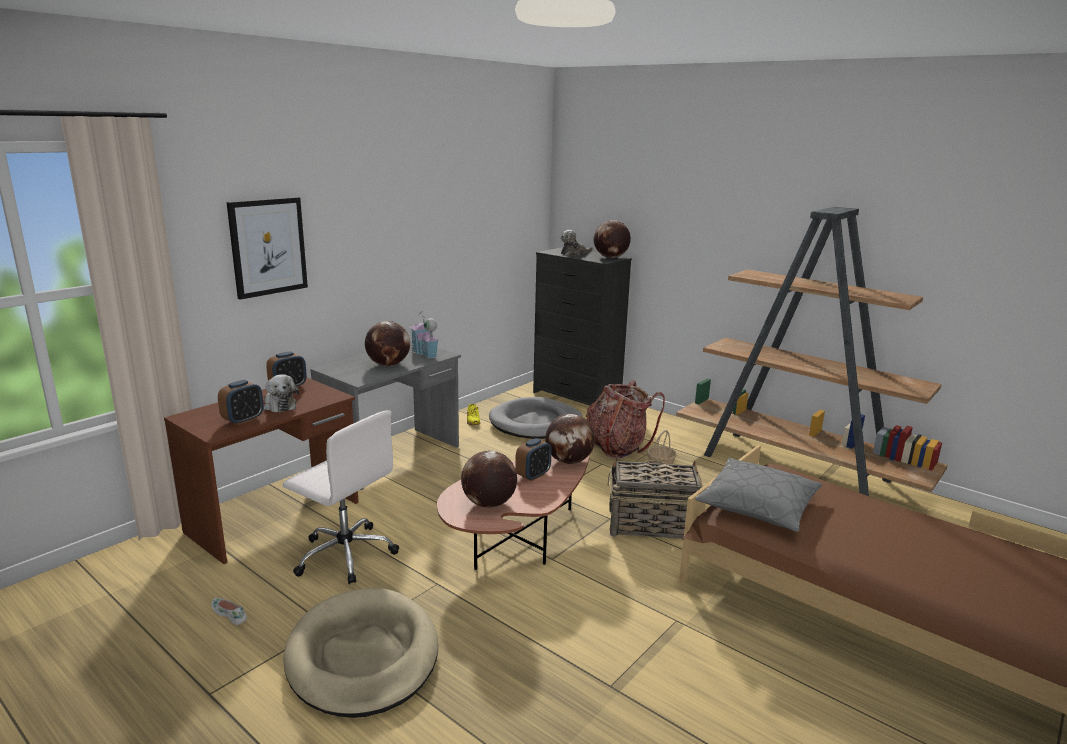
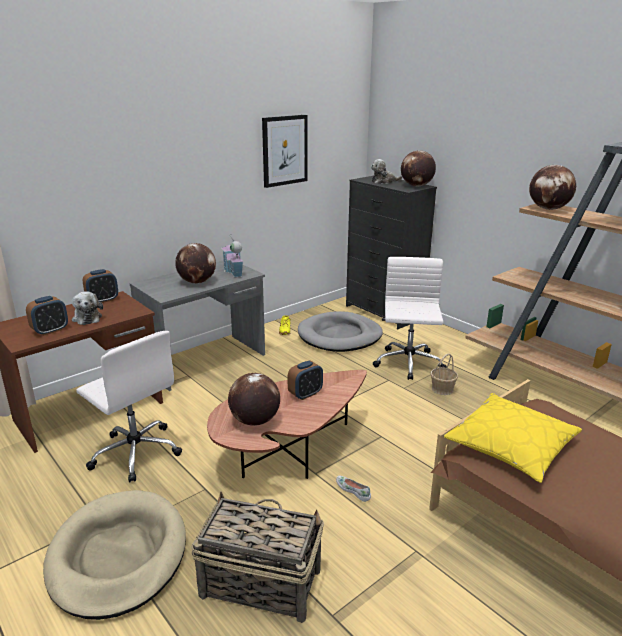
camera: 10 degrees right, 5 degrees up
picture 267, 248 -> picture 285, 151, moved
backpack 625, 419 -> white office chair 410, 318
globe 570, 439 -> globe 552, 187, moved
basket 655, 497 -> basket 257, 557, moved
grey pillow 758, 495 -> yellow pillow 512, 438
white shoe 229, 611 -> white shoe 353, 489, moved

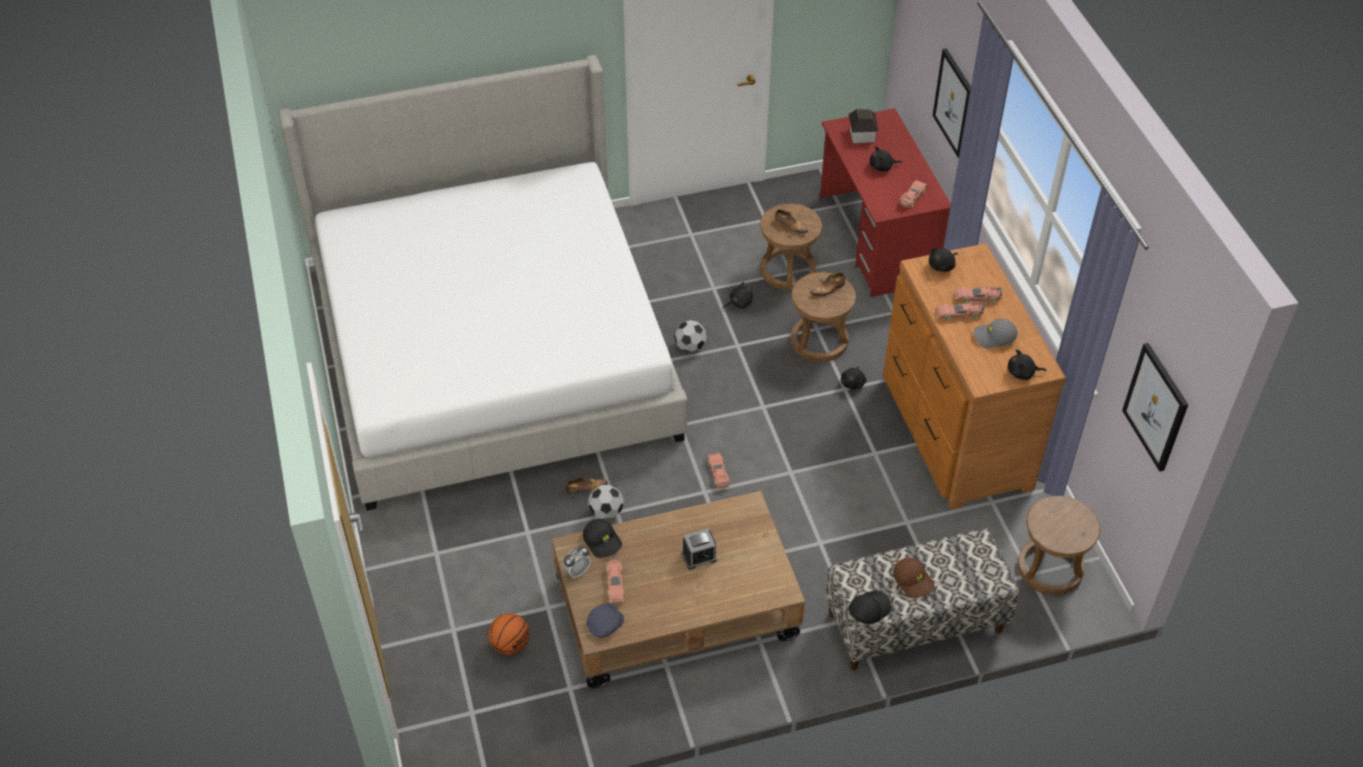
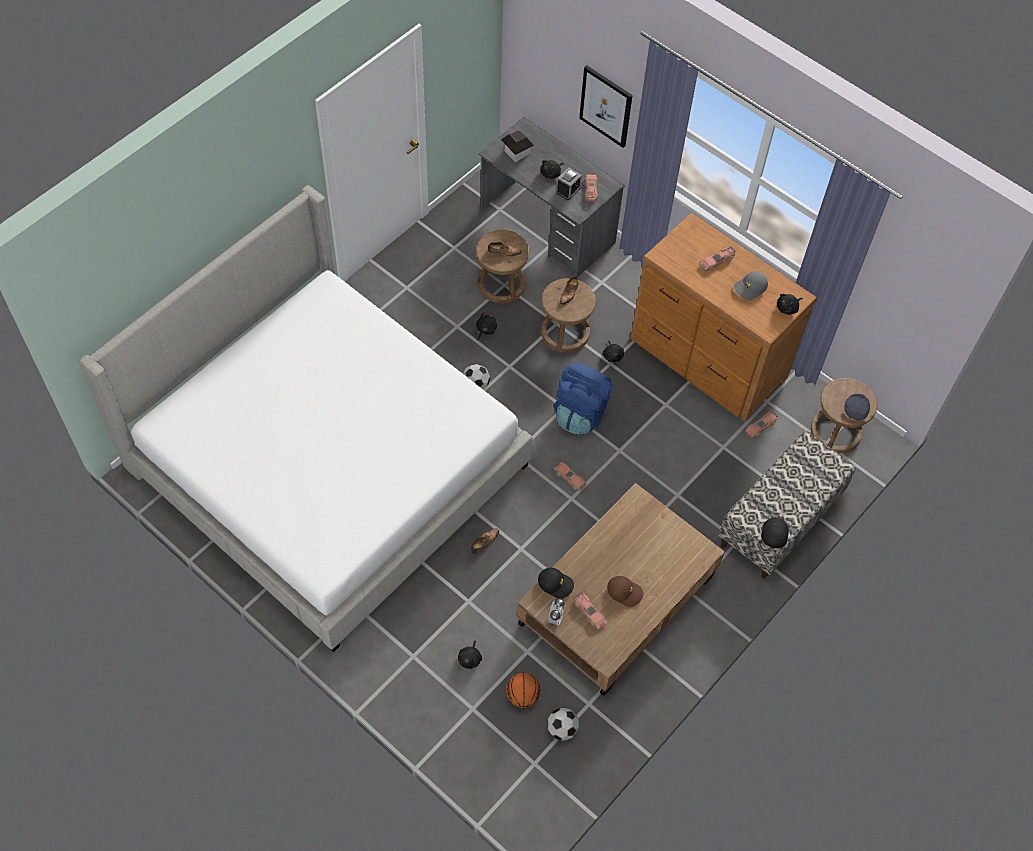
camera: 35 degrees left, 10 degrees up
red desk 885, 202 -> grey desk 551, 197
black plush toy 943, 260 -> black plush toy 470, 654, moved
toy car 960, 311 -> toy car 761, 424, moved
picture 1155, 407 -> none
football 606, 501 -> football 563, 724, moved
alarm clock 699, 548 -> alarm clock 569, 183, moved
brown cap 913, 578 -> brown cap 625, 591, moved
grey cap 605, 620 -> grey cap 857, 407, moved
none -> blue backpack 583, 399

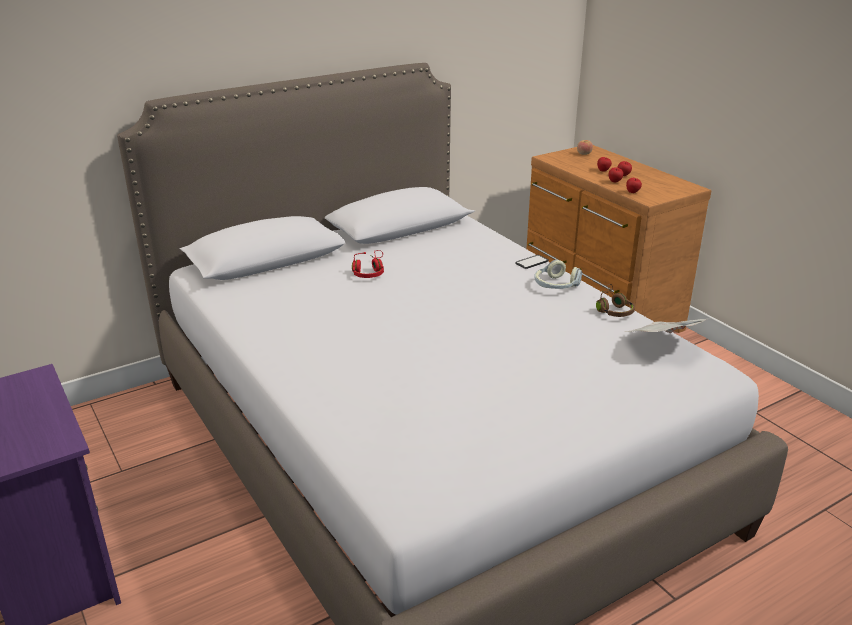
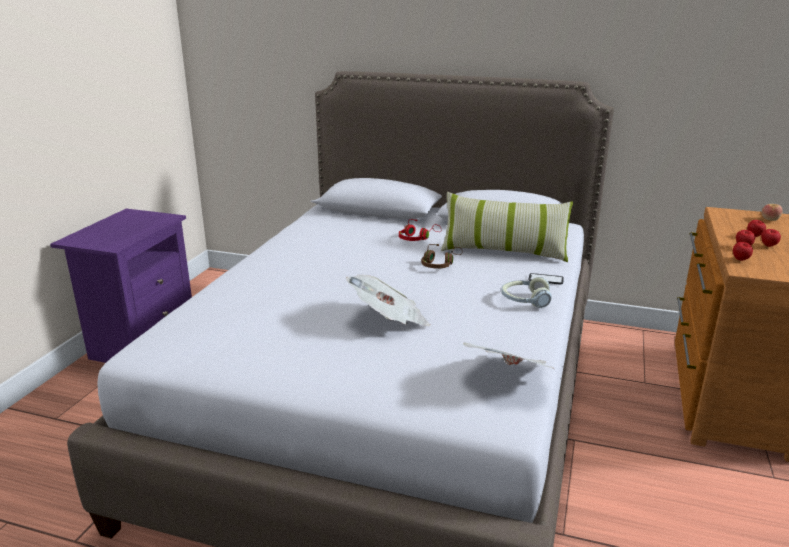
camera: 50 degrees right, 5 degrees down
brown headphones 615, 300 -> brown headphones 442, 256, moved
none -> pillow 507, 227
none -> newspaper 388, 300

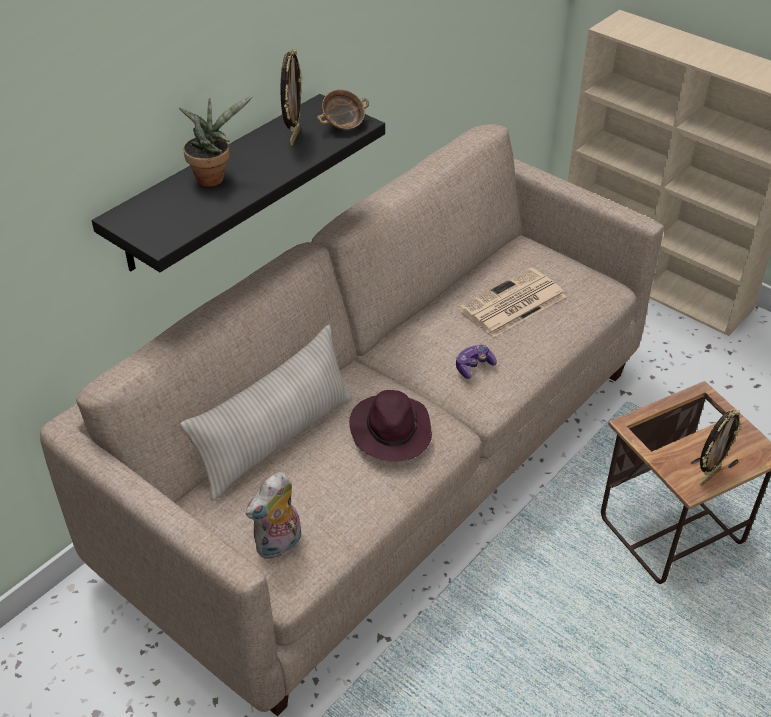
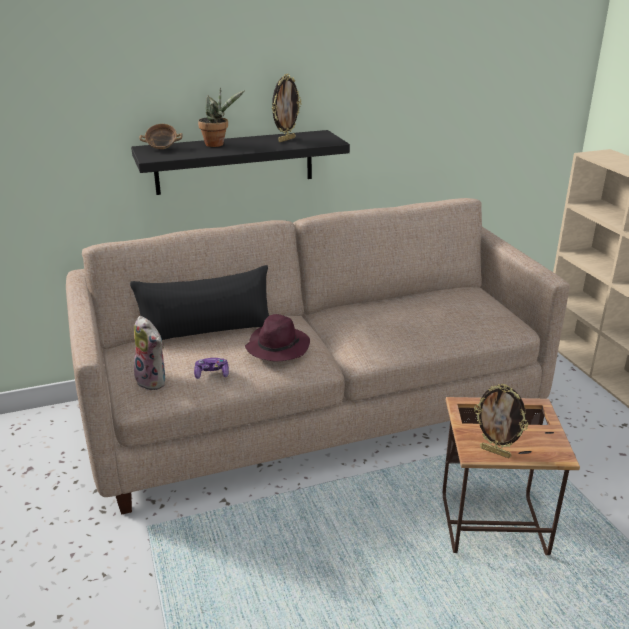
camera: 30 degrees right, 15 degrees down
bowl 343, 110 -> bowl 161, 136, moved
newspaper 512, 302 -> none
beige pillow 266, 413 -> black pillow 199, 302
game controller 476, 362 -> game controller 211, 368, moved
picture frame 720, 448 -> picture frame 501, 421, 45 degrees clockwise
plush toy 274, 516 -> plush toy 149, 353, 120 degrees counterclockwise

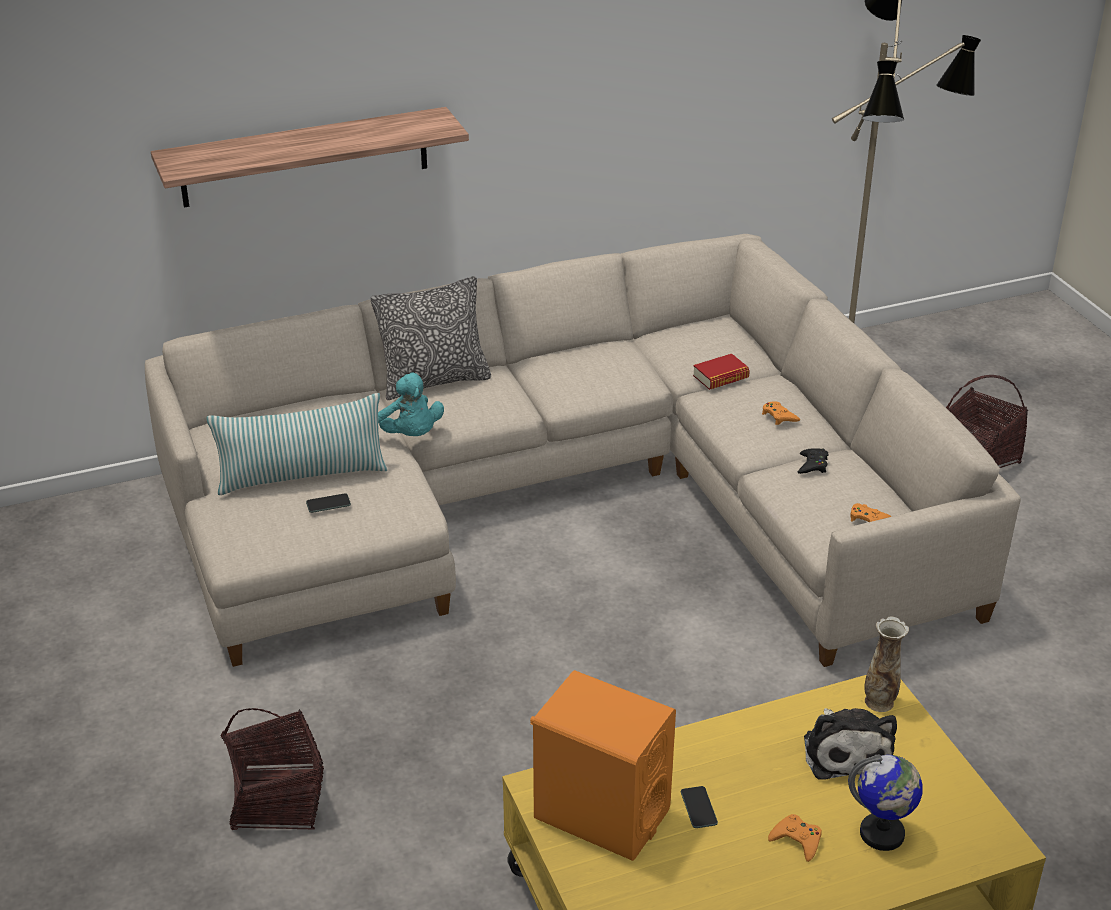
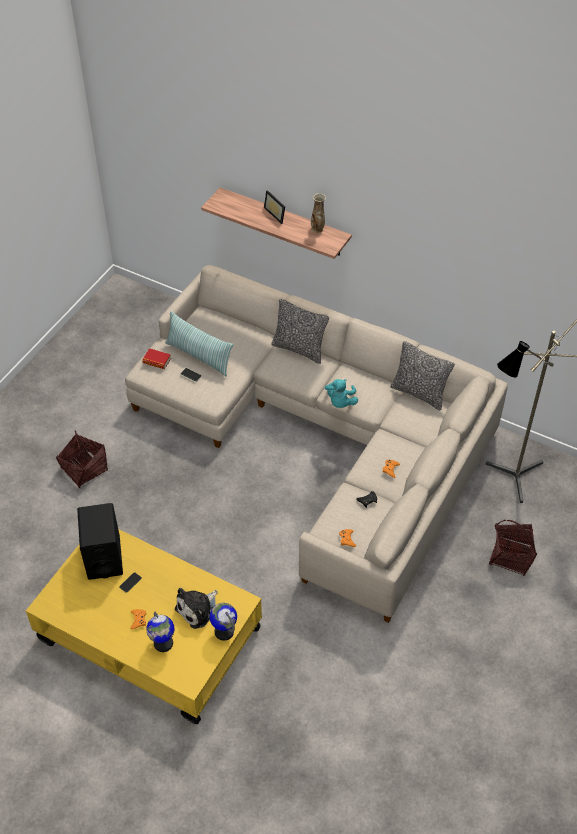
camera: 50 degrees right, 15 degrees up
book 721, 372 -> book 156, 358, moved
turquoise plush toy 411, 404 -> turquoise plush toy 341, 393, moved
vase 886, 664 -> vase 318, 213, moved
orange speaker 603, 765 -> black speaker 100, 541
none -> picture frame 274, 207
none -> pillow 422, 375
none -> globe 223, 622

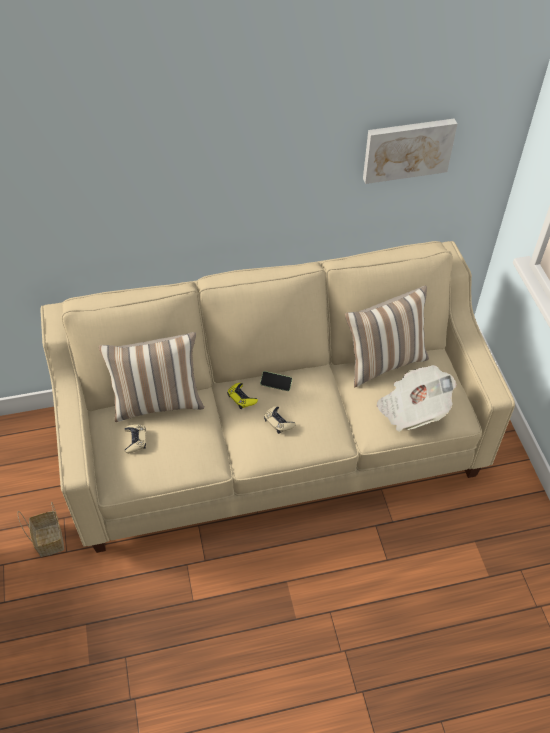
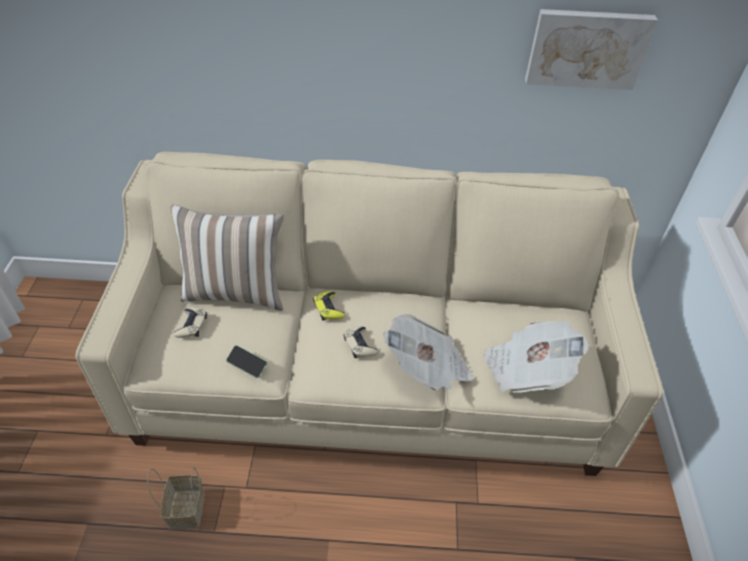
camera: 15 degrees right, 5 degrees down
pillow 387, 336 -> none
phone 276, 381 -> phone 247, 361, moved
basket 40, 529 -> basket 175, 498, moved
none -> newspaper 428, 352

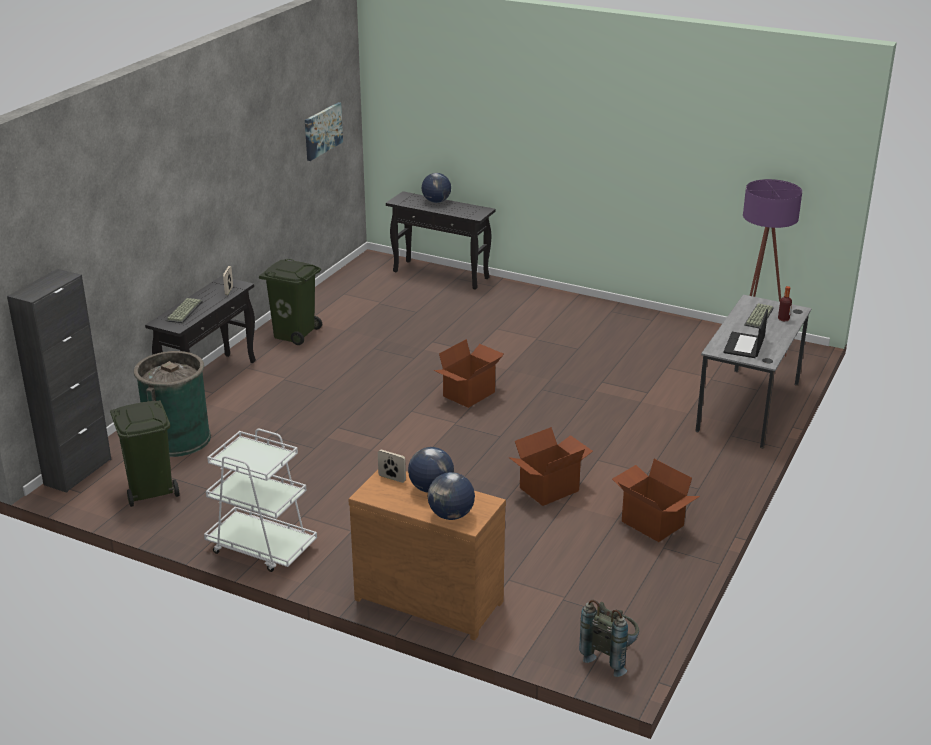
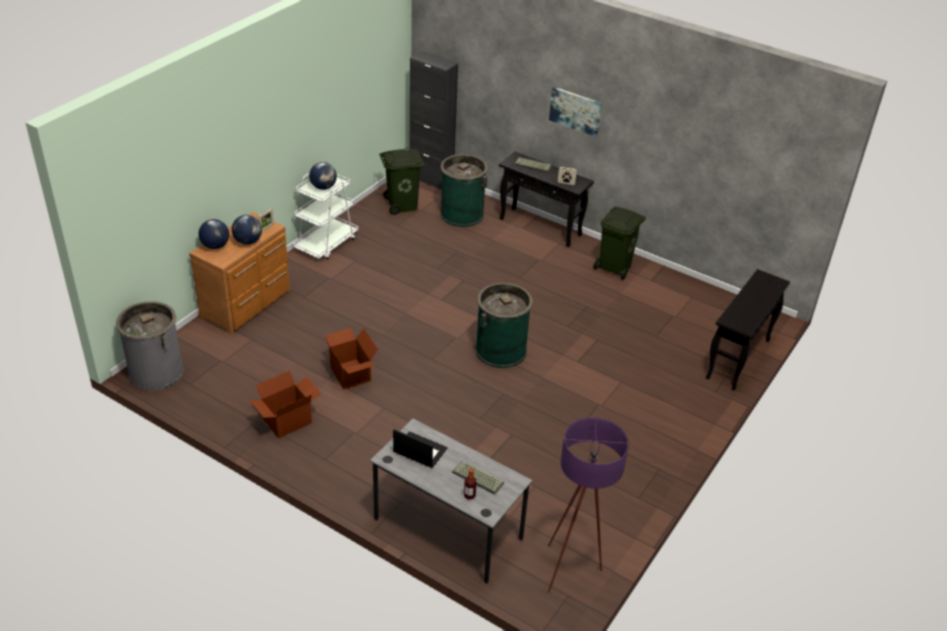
camera: 95 degrees right, 10 degrees up
picture 324, 131 -> picture 575, 112, moved
globe 436, 188 -> globe 323, 176, moved
cardboard box 468, 373 -> green trash can 504, 325
grey backpack 609, 638 -> grey trash can 150, 346

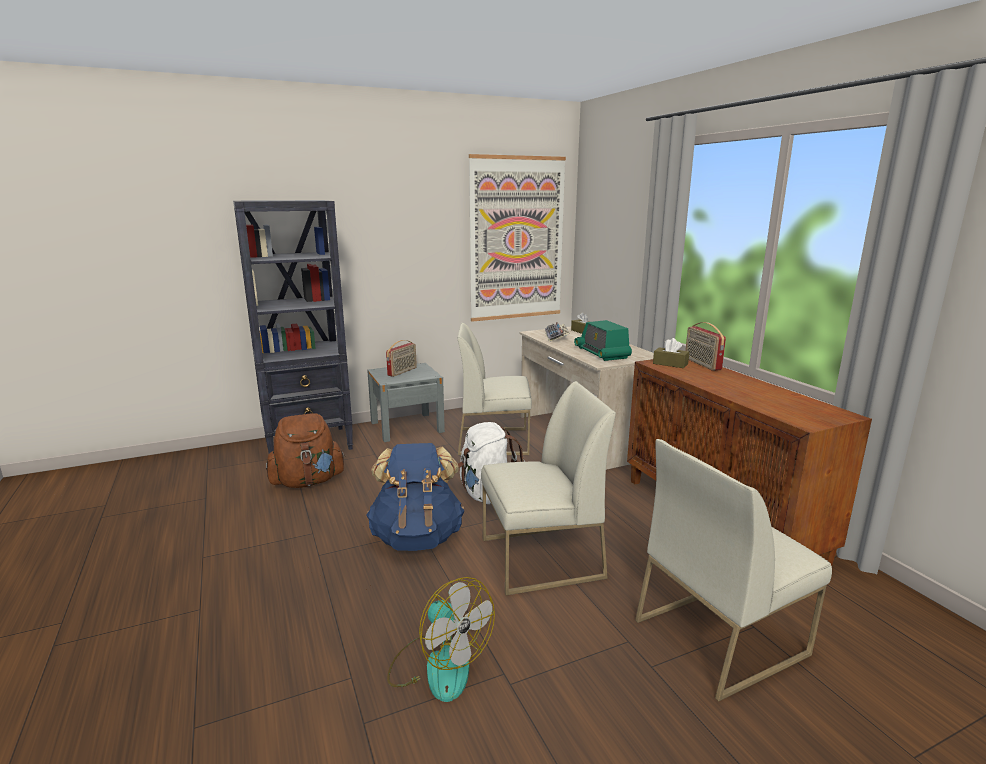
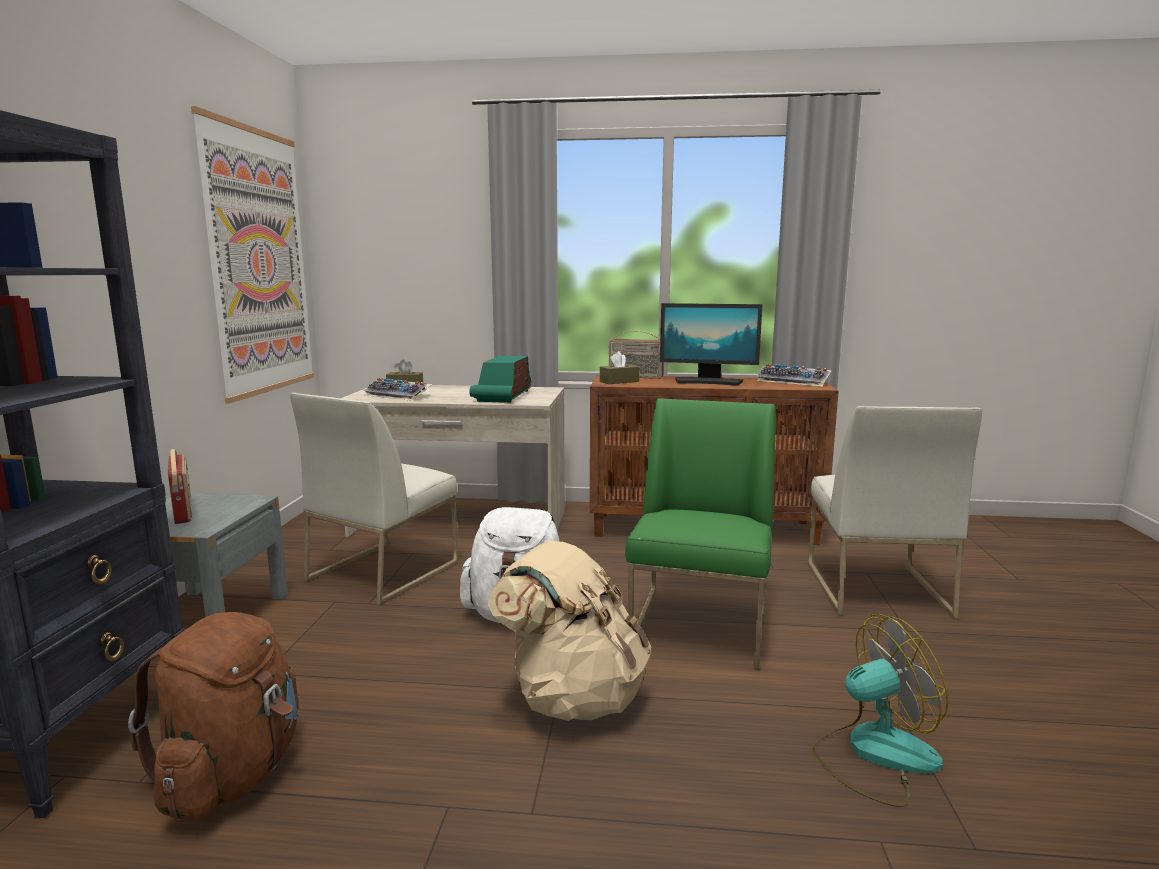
camera: 60 degrees left, 5 degrees down
radio 603, 340 -> radio 500, 379, 90 degrees clockwise
white chair 548, 488 -> green chair 700, 534
blue backpack 415, 497 -> beige backpack 569, 631
none -> monitor 711, 344
none -> keyboard 794, 375

